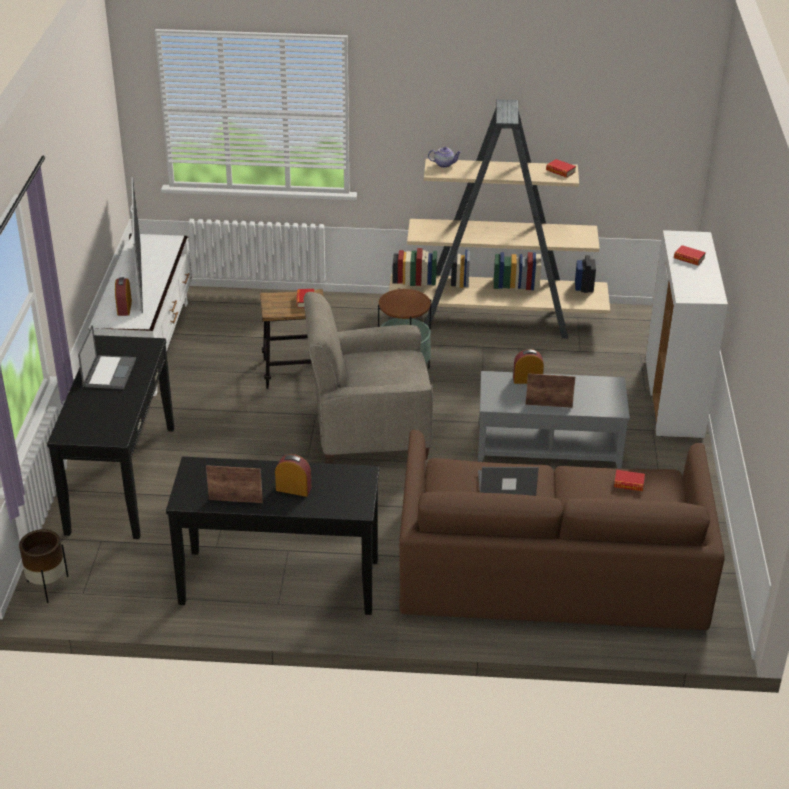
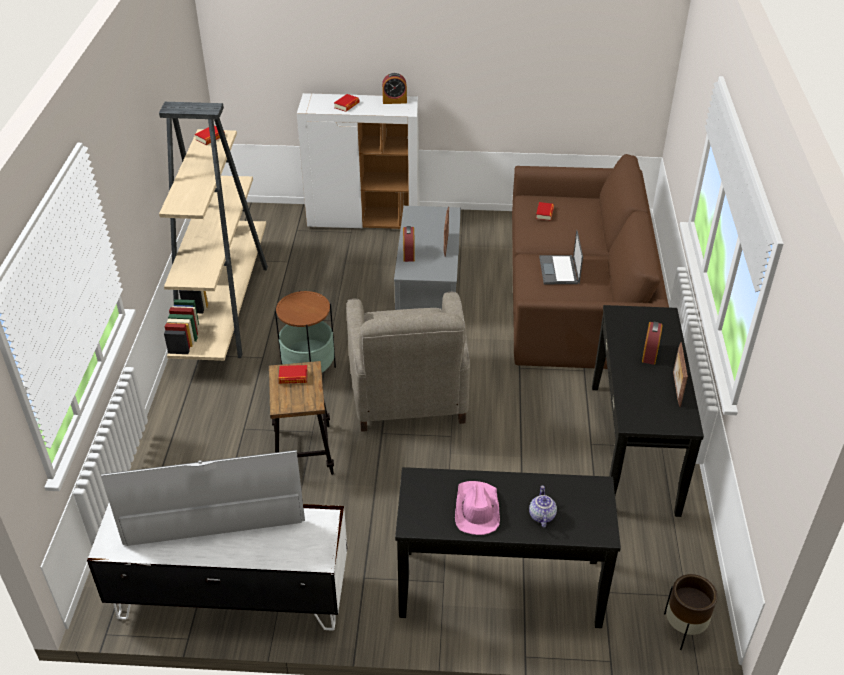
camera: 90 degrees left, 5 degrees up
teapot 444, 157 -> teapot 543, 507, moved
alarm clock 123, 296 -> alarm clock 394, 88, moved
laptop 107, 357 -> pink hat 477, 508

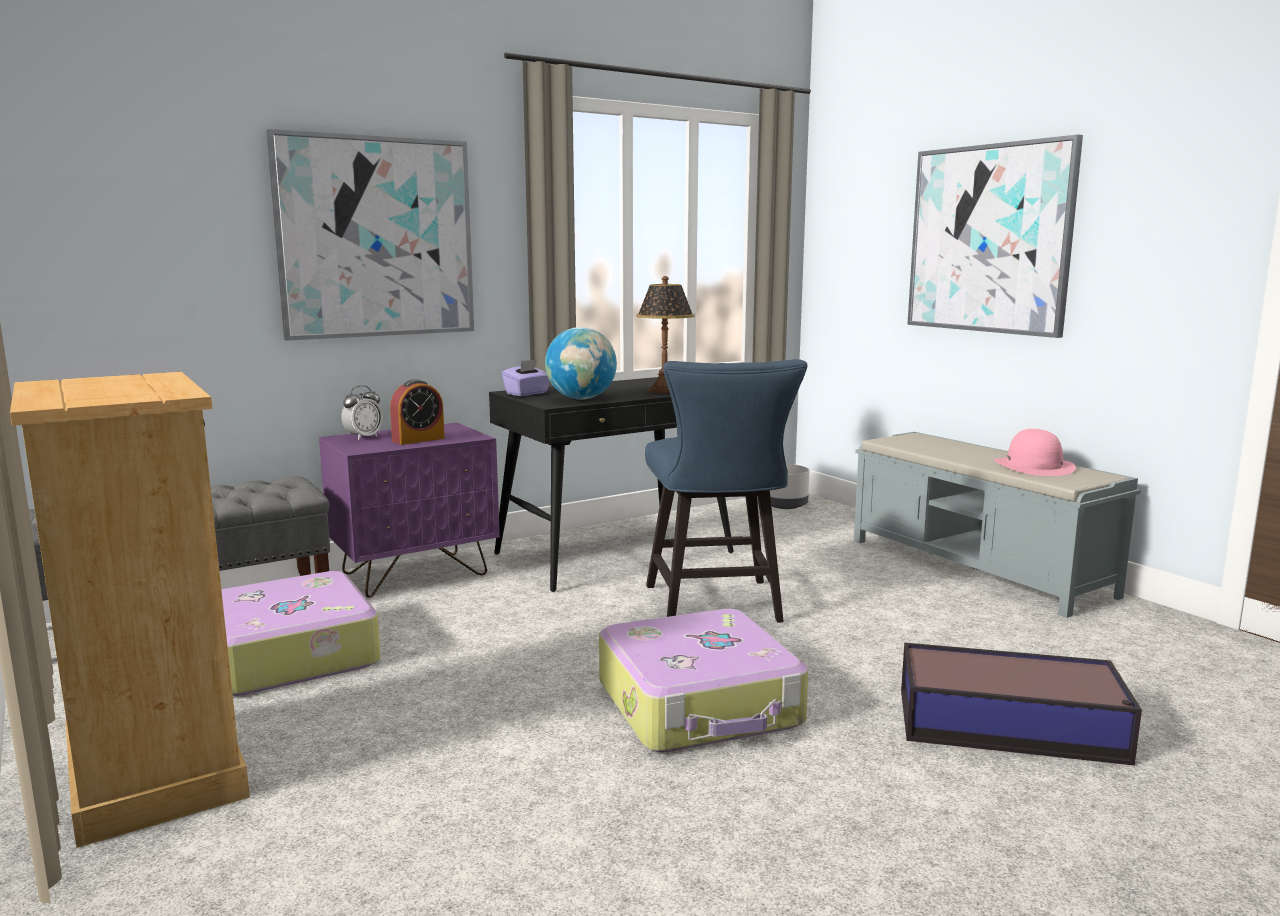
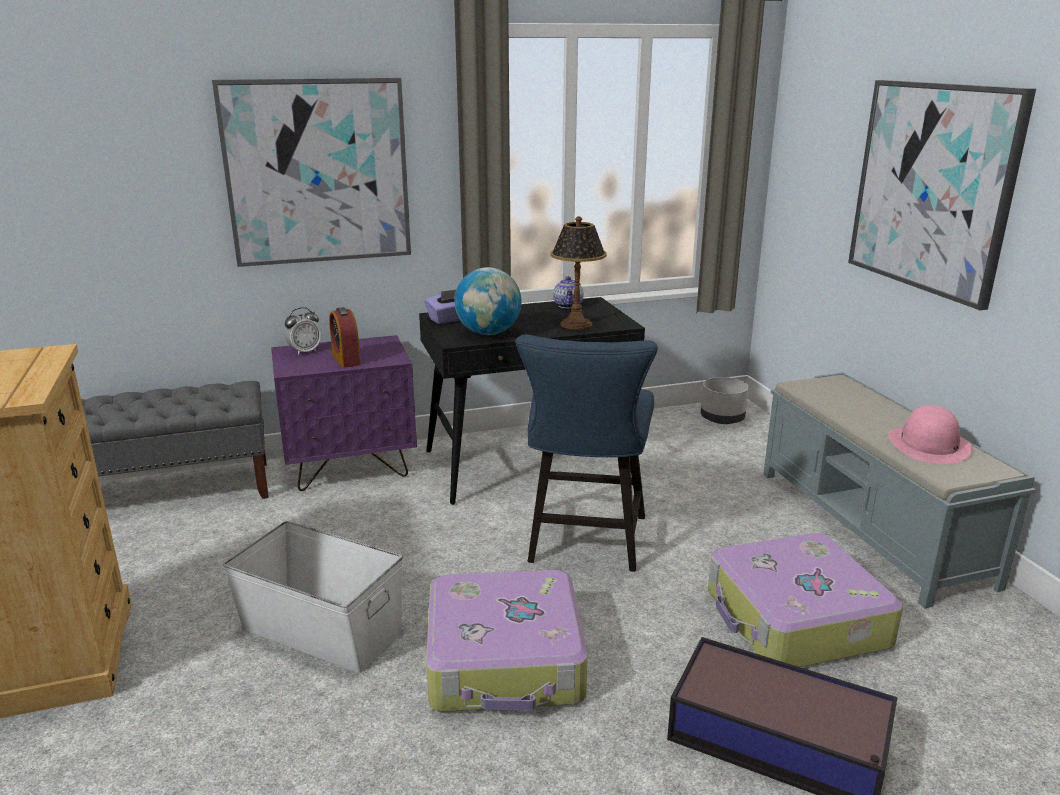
camera: 15 degrees right, 10 degrees up
alarm clock 417, 412 -> alarm clock 345, 337, 90 degrees clockwise
suitcase 301, 633 -> suitcase 805, 600, moved
none -> teapot 568, 292
none -> white storage box 313, 597

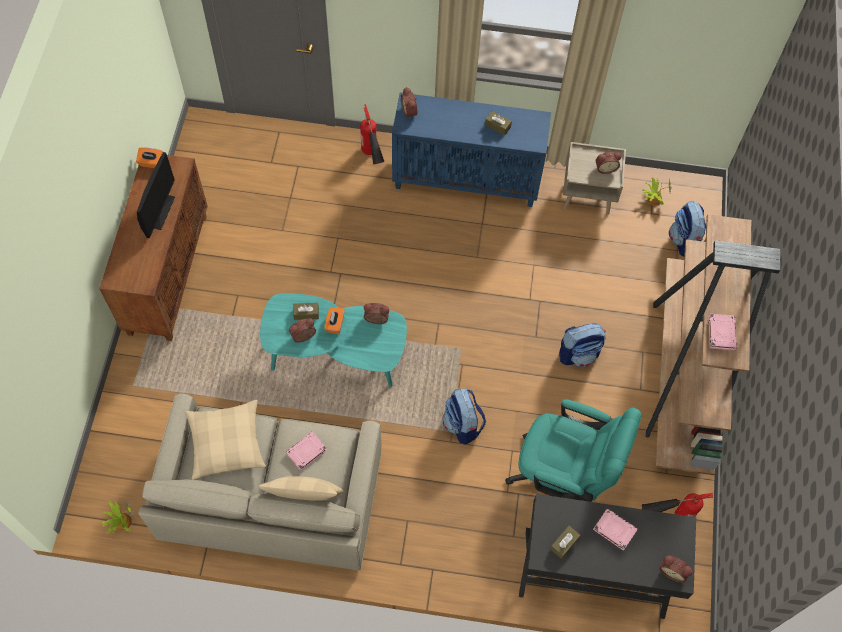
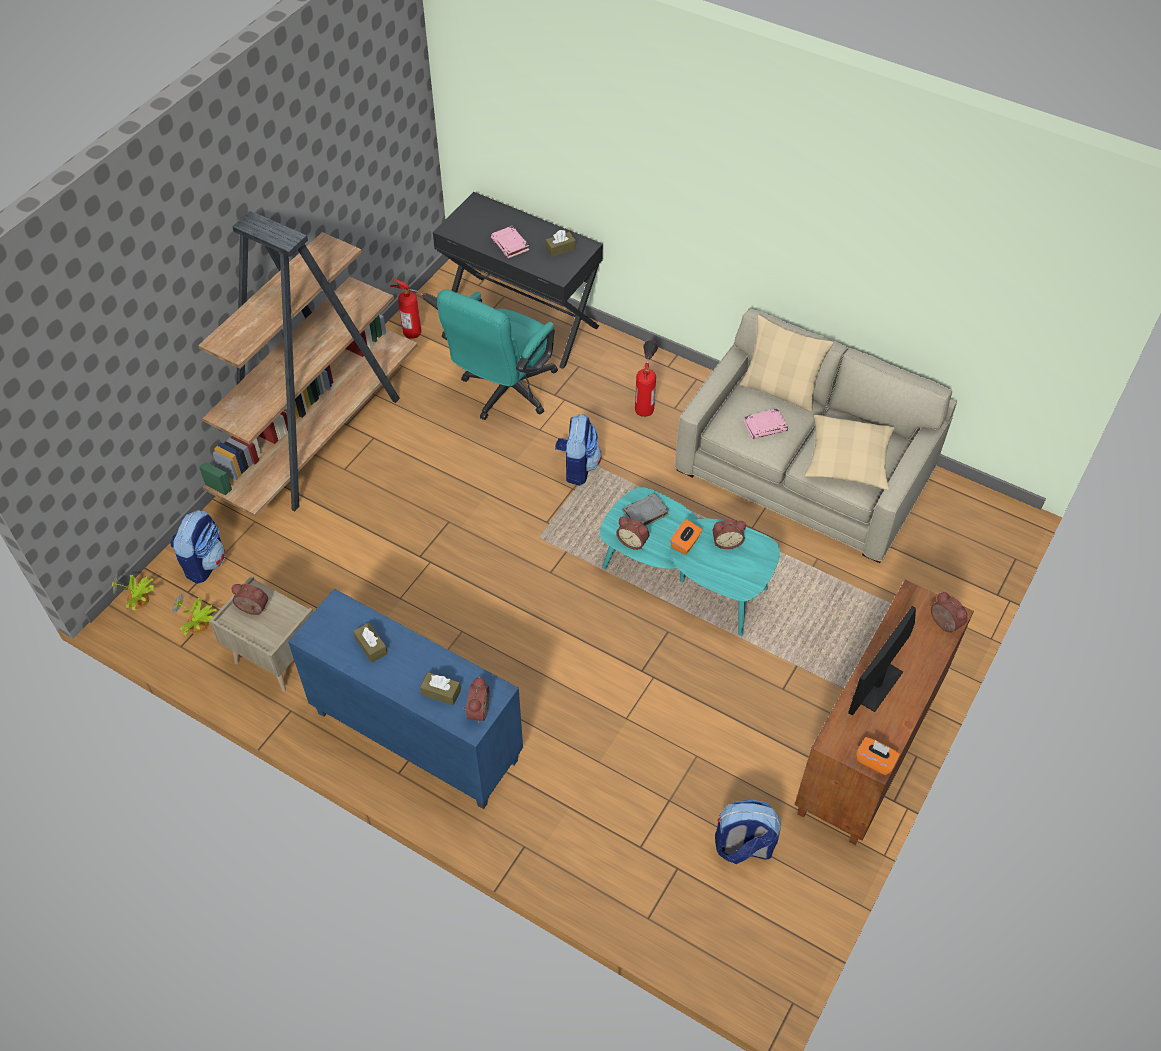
camera: 155 degrees left, 10 degrees down
fire extinguisher 372, 134 -> fire extinguisher 646, 378, moved
brown tissue box 306, 311 -> brown tissue box 440, 688, moved
pink book 722, 332 -> none
backpack 582, 345 -> backpack 748, 831, moved
turquoise office chair 573, 450 -> turquoise office chair 497, 354, 105 degrees counterclockwise
potted plant 117, 517 -> potted plant 133, 591, moved
alarm clock 675, 569 -> alarm clock 949, 612, moved
none -> grey book 646, 509

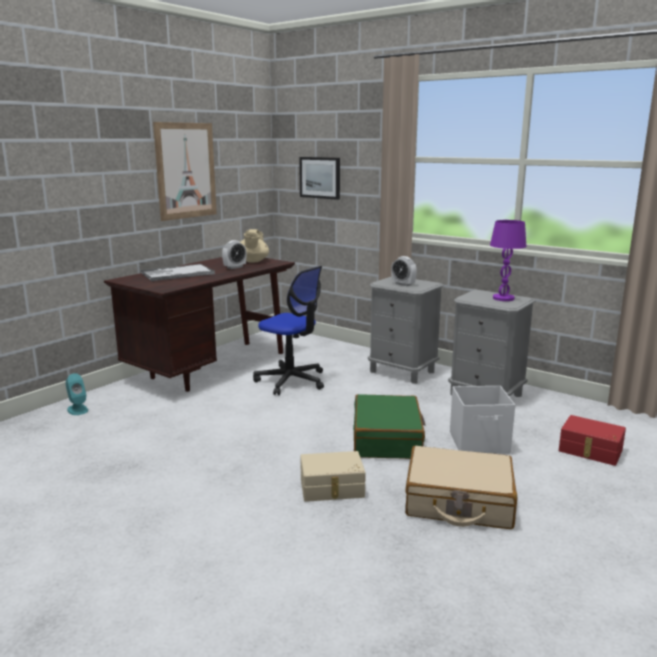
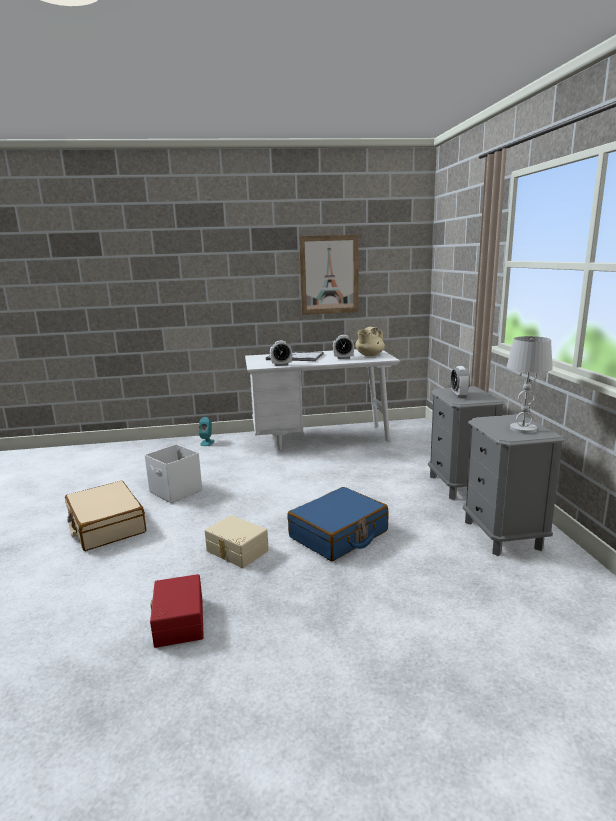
camera: 45 degrees right, 0 degrees up
picture 319, 178 -> none
purple table lamp 508, 260 -> white table lamp 530, 384
brown desk 199, 324 -> white desk 322, 399
office chair 288, 330 -> none
white storage box 482, 420 -> white storage box 173, 473, moved
green suitcase 389, 426 -> blue suitcase 338, 524
red storage box 592, 440 -> red storage box 177, 611, moved
beige suitcase 461, 487 -> beige suitcase 105, 516, moved
none -> alarm clock 281, 353

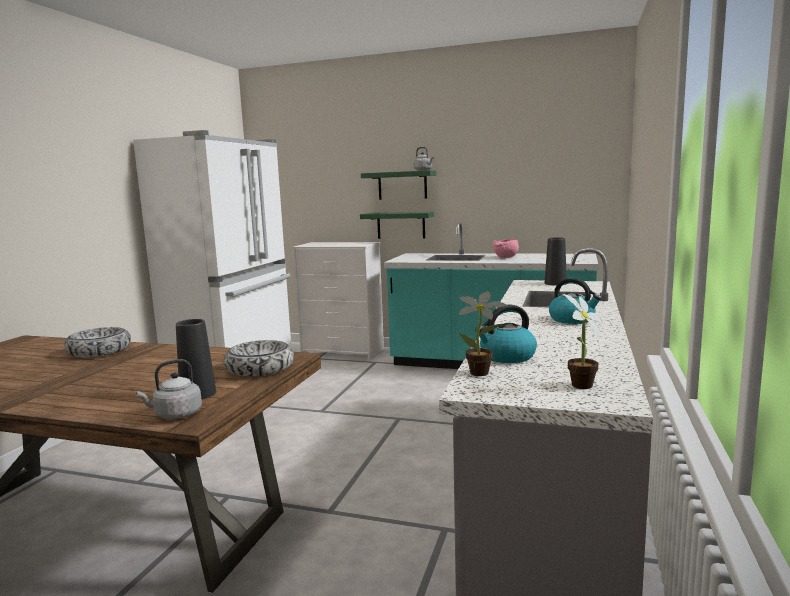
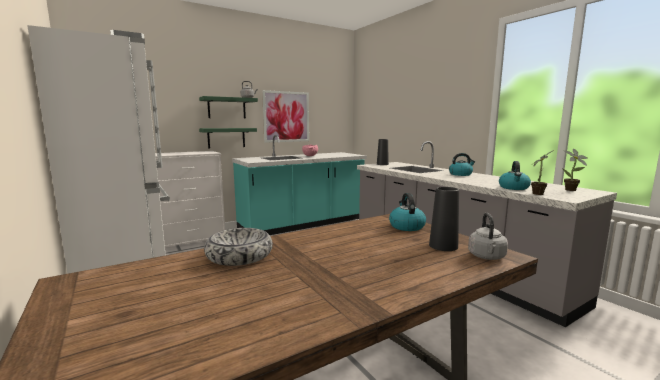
camera: 50 degrees left, 0 degrees up
bowl 259, 358 -> kettle 407, 212
none -> picture 285, 116

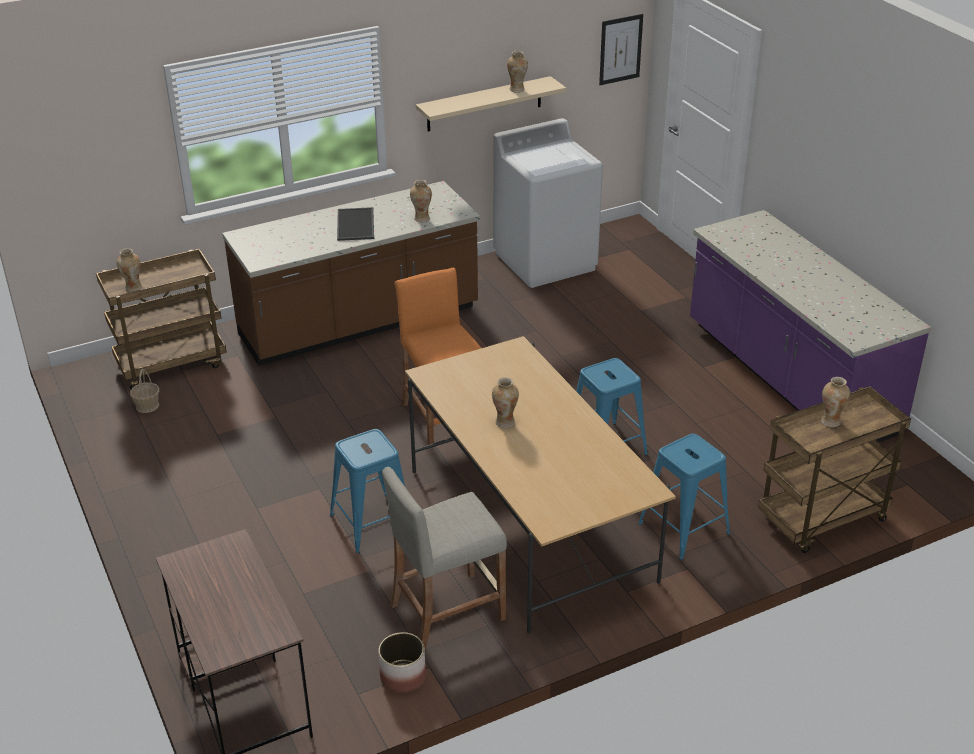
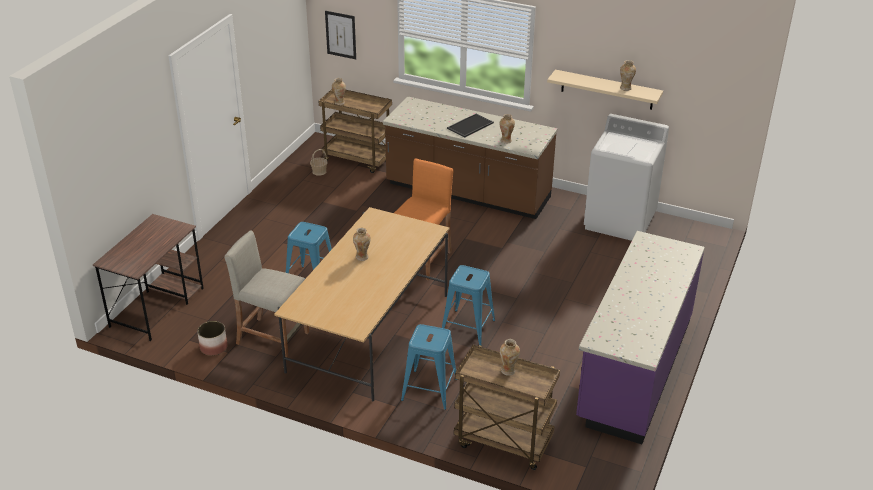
camera: 50 degrees right, 0 degrees up
picture 621, 49 -> picture 340, 35, moved

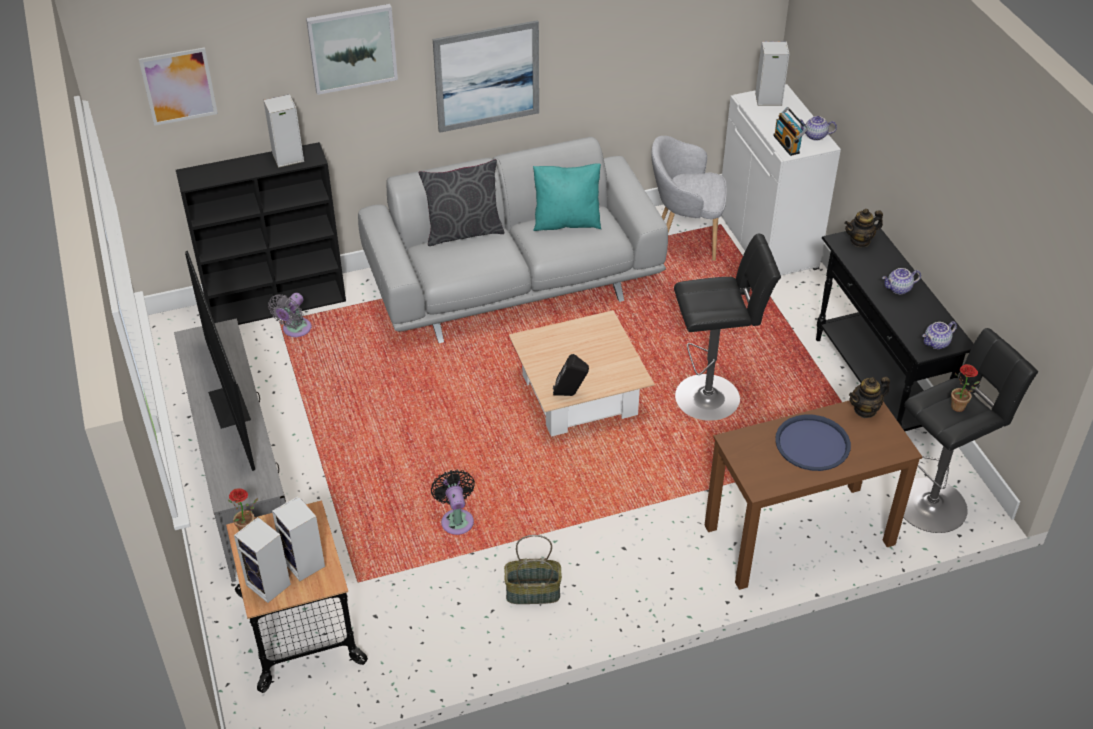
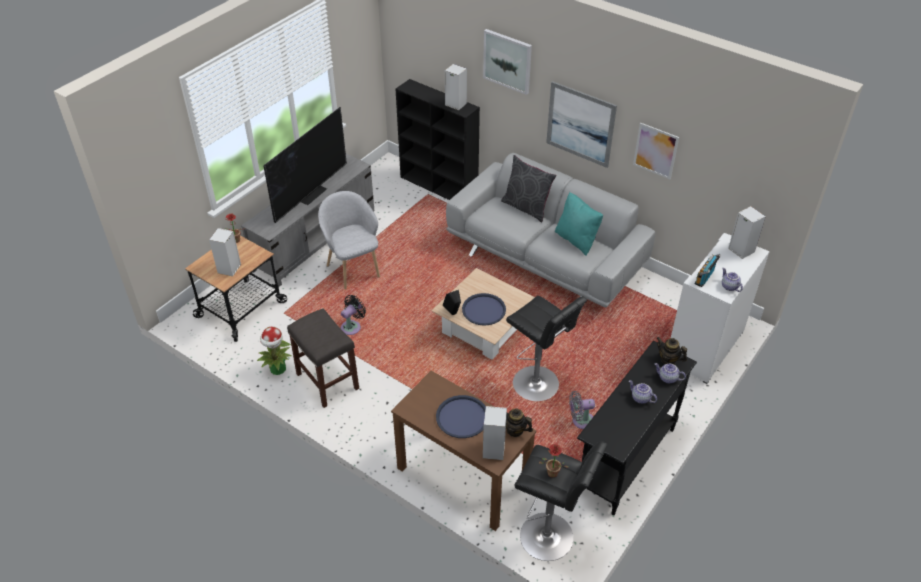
camera: 55 degrees right, 0 degrees up
picture 178, 86 -> picture 656, 151, moved
grey armchair 689, 198 -> grey armchair 349, 240, moved
grey fan 289, 315 -> grey fan 582, 410, moved
teapot 939, 335 -> teapot 670, 373, moved
speaker 262, 560 -> speaker 495, 433, moved
basket 533, 569 -> grey stool 323, 358
none -> blue tray 484, 309
none -> potted plant 274, 350

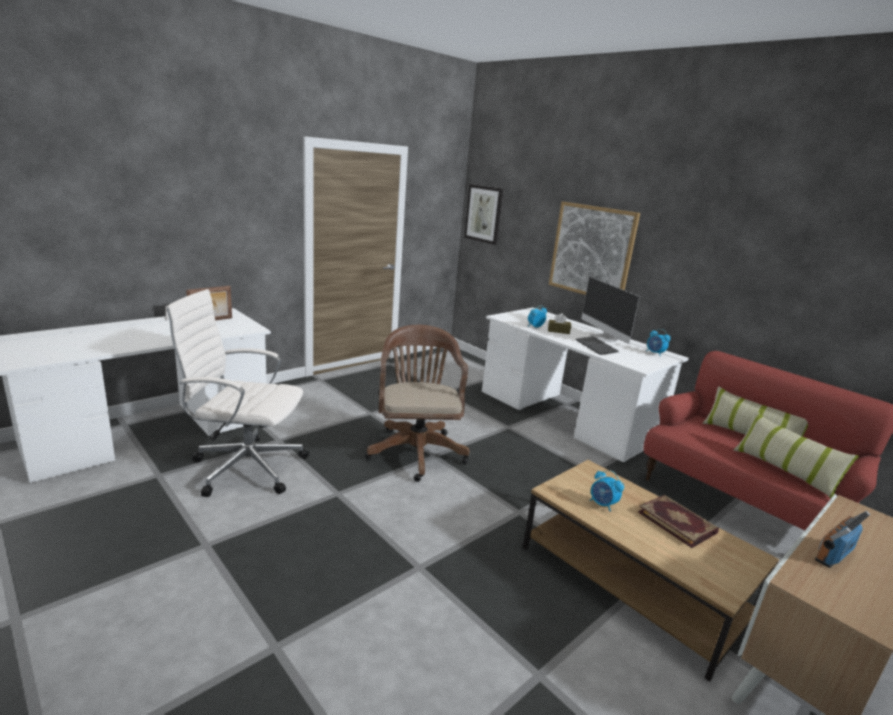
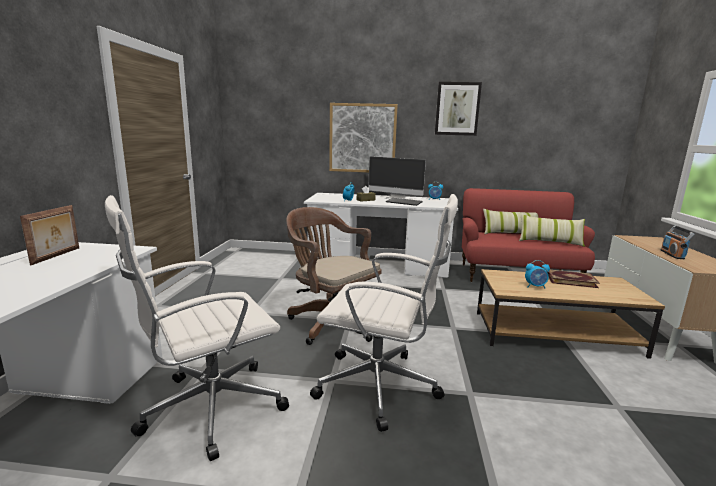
camera: 40 degrees left, 5 degrees down
picture 484, 214 -> picture 458, 109, moved
none -> white office chair 384, 313

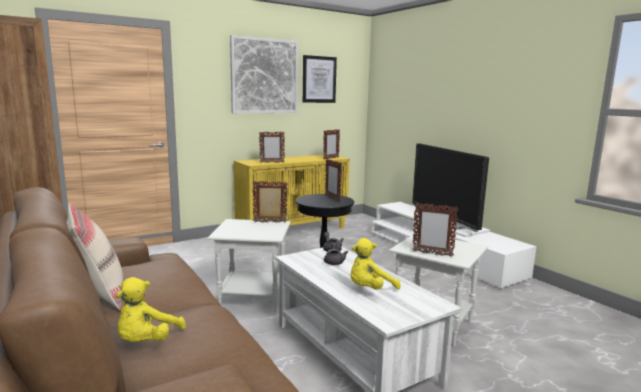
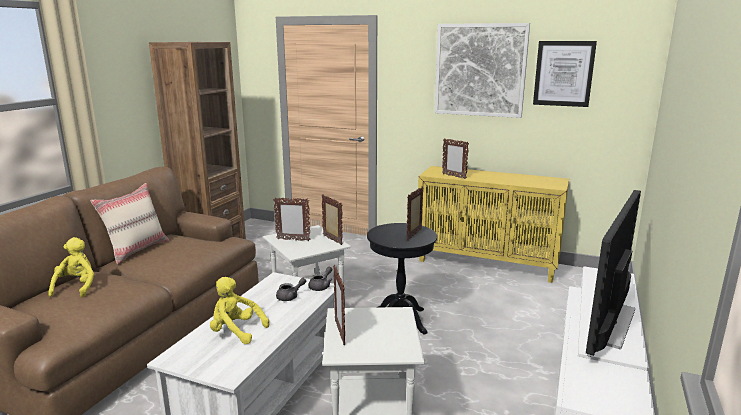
camera: 55 degrees right, 5 degrees up
picture frame 331, 144 -> picture frame 291, 219, moved
yellow plush toy 151, 309 -> yellow plush toy 71, 267, 105 degrees clockwise

